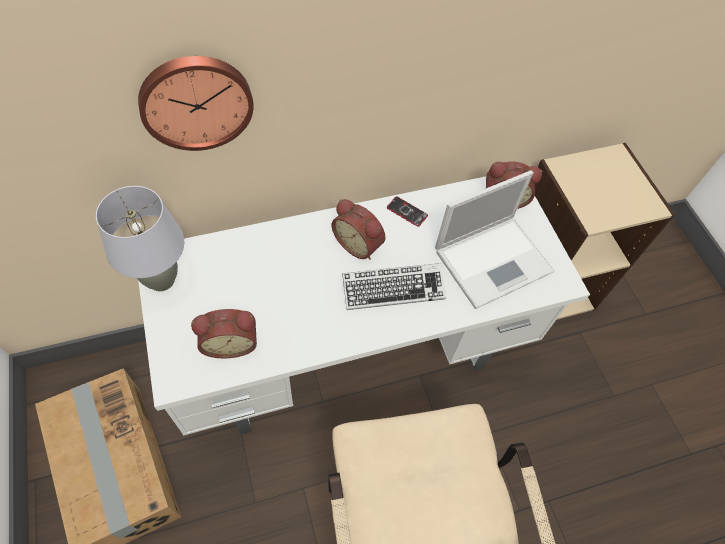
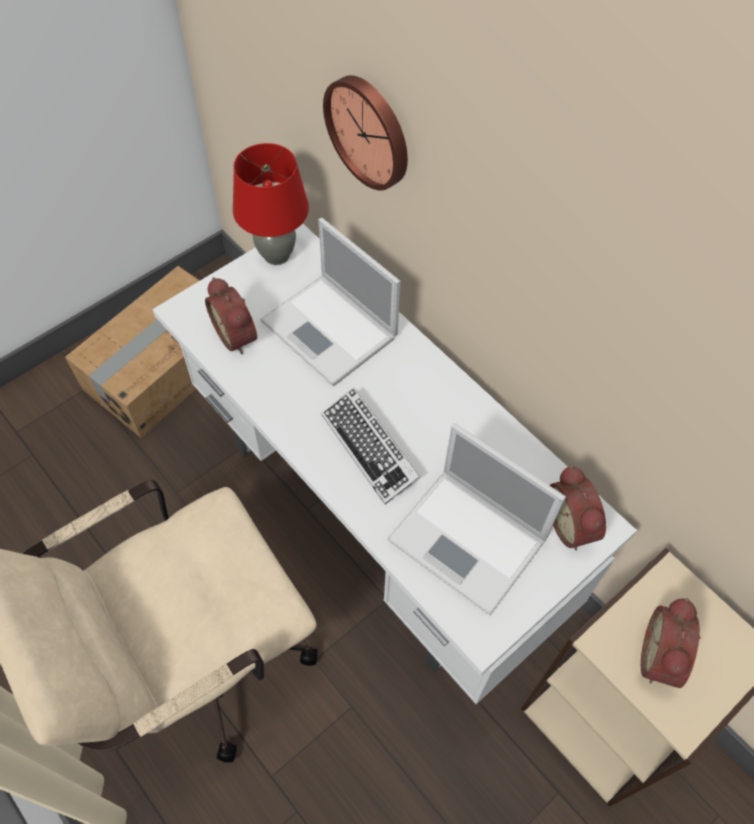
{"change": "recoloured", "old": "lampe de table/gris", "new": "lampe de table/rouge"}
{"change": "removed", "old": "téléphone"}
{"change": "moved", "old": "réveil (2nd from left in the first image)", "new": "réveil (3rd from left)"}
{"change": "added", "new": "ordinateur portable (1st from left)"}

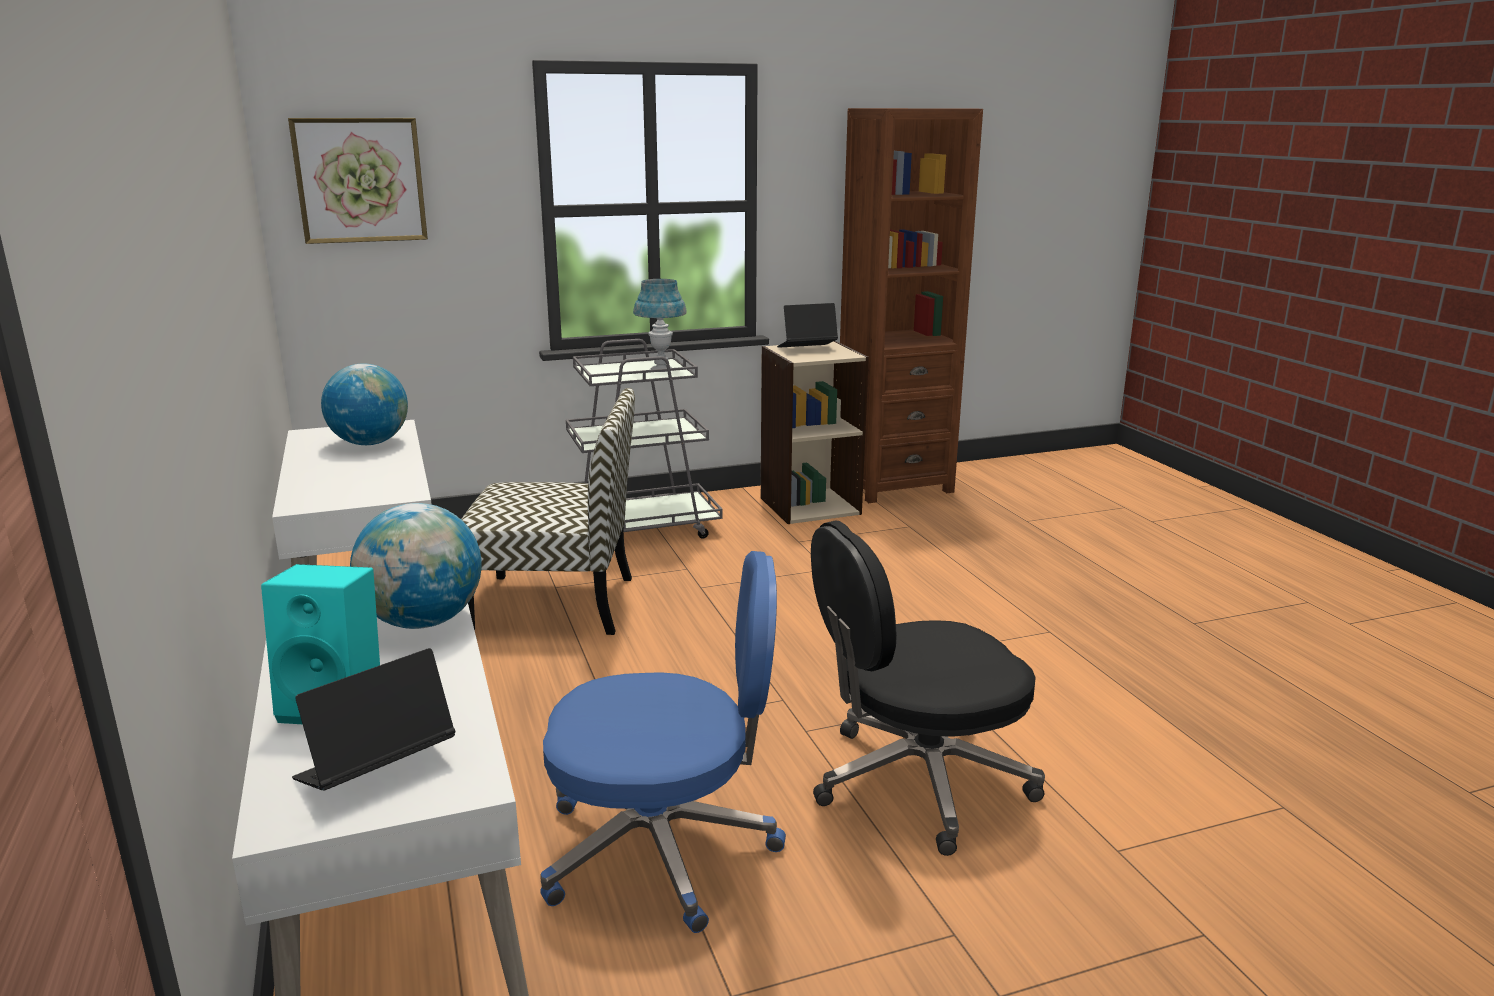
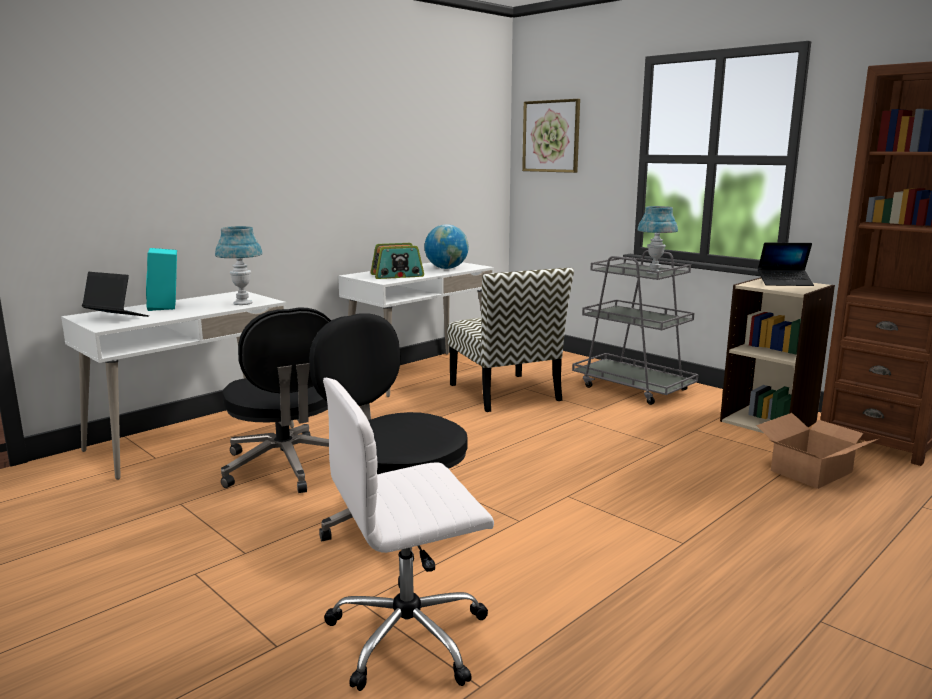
{"change": "turned", "old": "ordinateur portable (2nd from left)", "degrees": 135}
{"change": "replaced", "old": "globe (2nd from left)", "new": "lampe de table/bleu (1st from left)"}
{"change": "recoloured", "old": "chaise de bureau/bleu", "new": "chaise de bureau/noir (1st from left)"}
{"change": "added", "new": "radio"}
{"change": "added", "new": "chaise de bureau/blanc"}
{"change": "added", "new": "carton"}

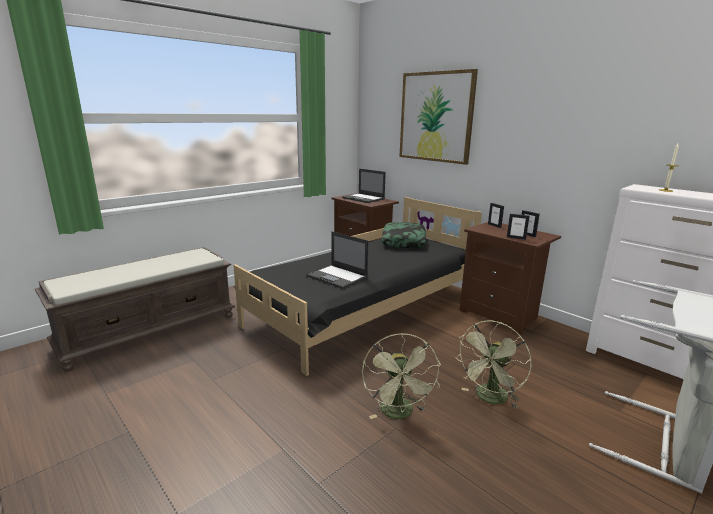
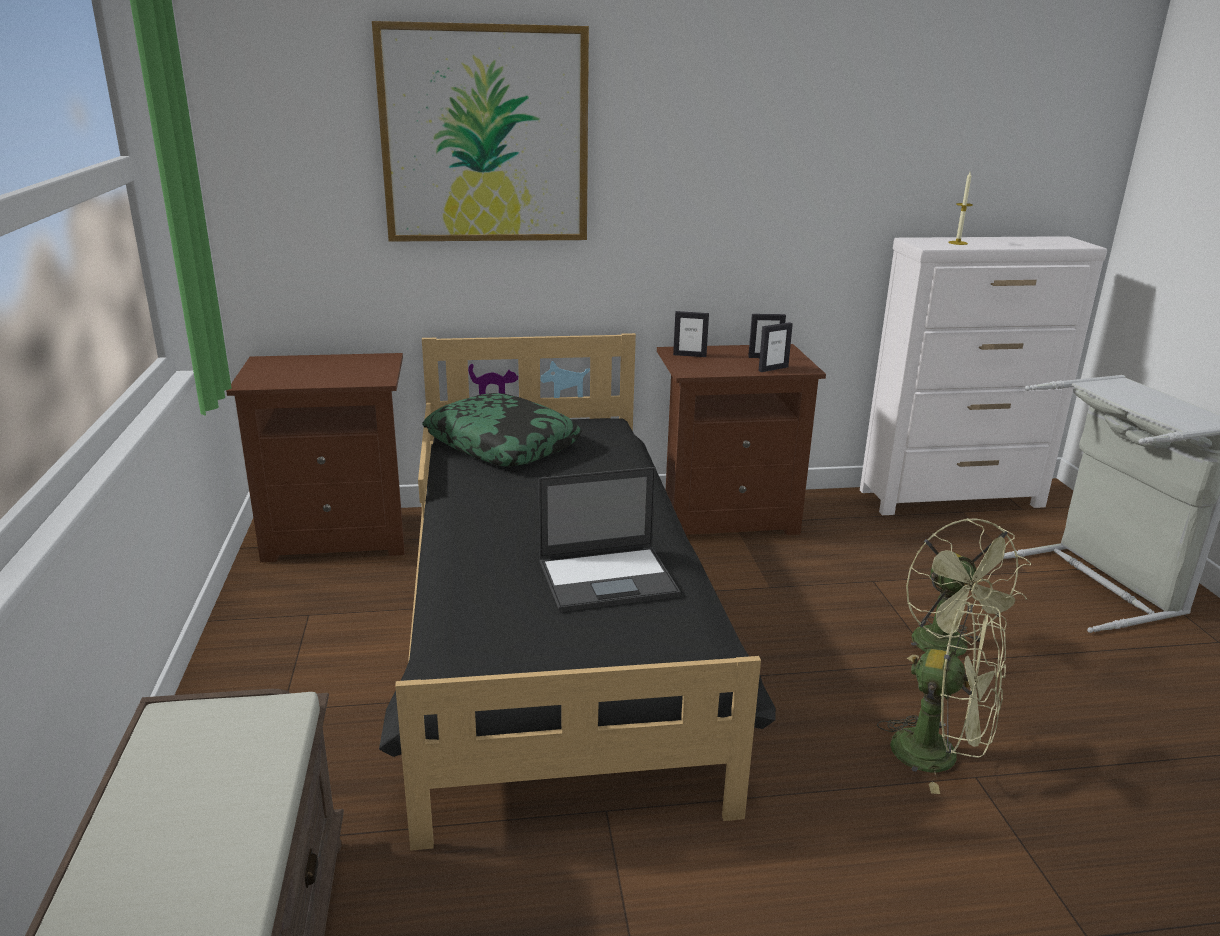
{"change": "removed", "old": "ordinateur portable (2nd from left)"}

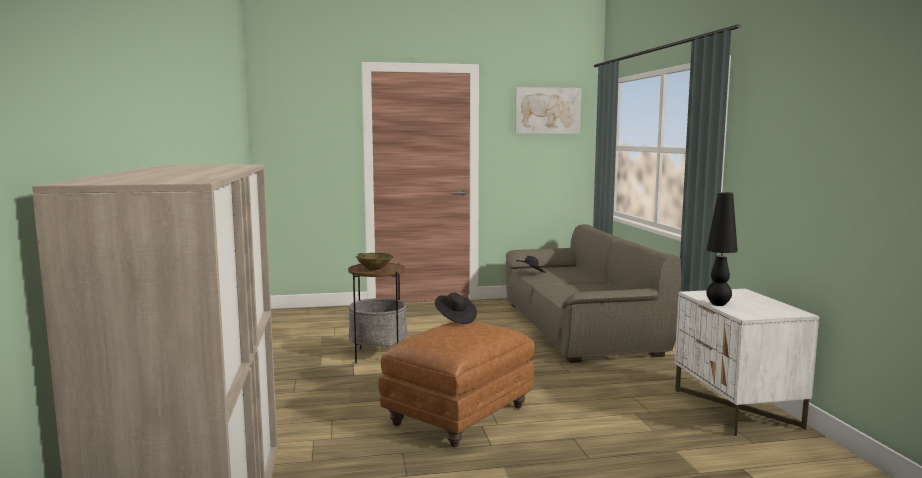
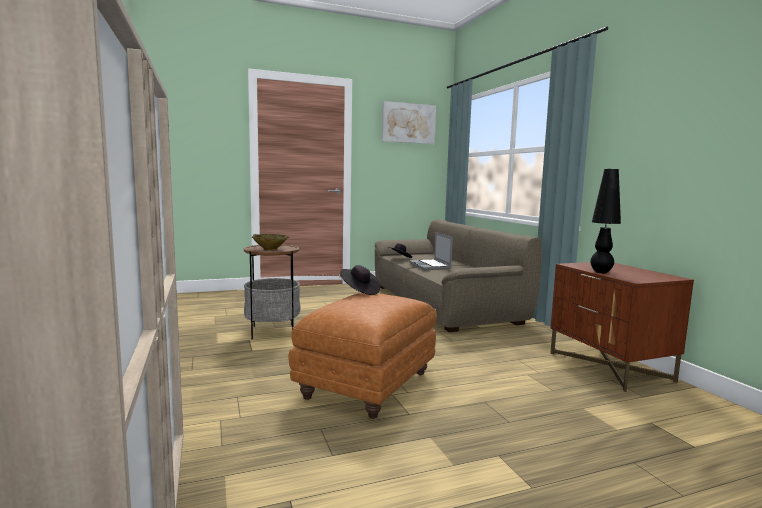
{"change": "recoloured", "old": "table de chevet/blanc", "new": "table de chevet/marron"}
{"change": "added", "new": "ordinateur portable"}

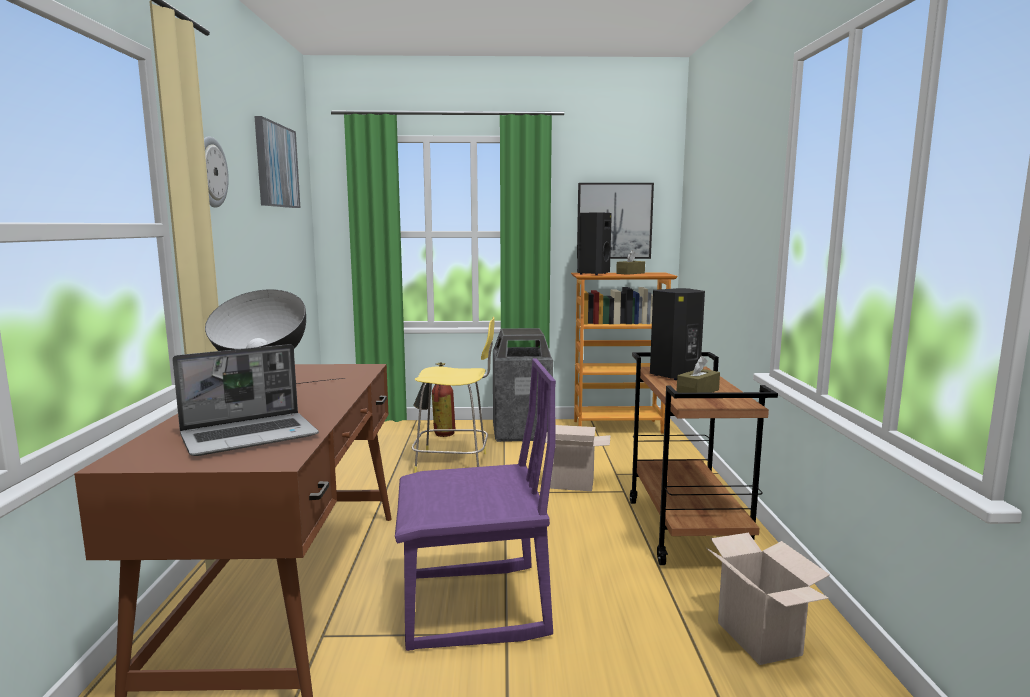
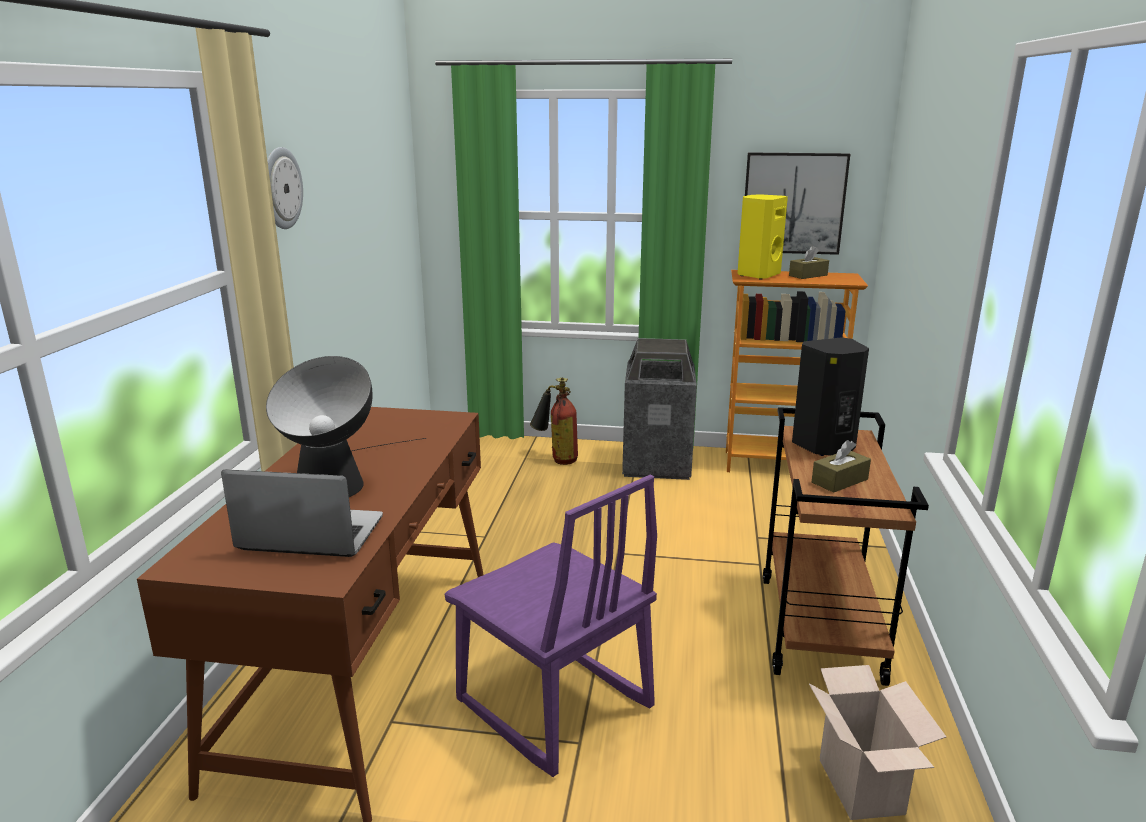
{"change": "removed", "old": "tableau (1st from left)"}
{"change": "recoloured", "old": "enceinte/noir (1st from left)", "new": "enceinte/jaune"}
{"change": "removed", "old": "tabouret/jaune"}
{"change": "turned", "old": "ordinateur portable", "degrees": -150}
{"change": "turned", "old": "chaise/violet", "degrees": 45}
{"change": "removed", "old": "carton (1st from left)"}

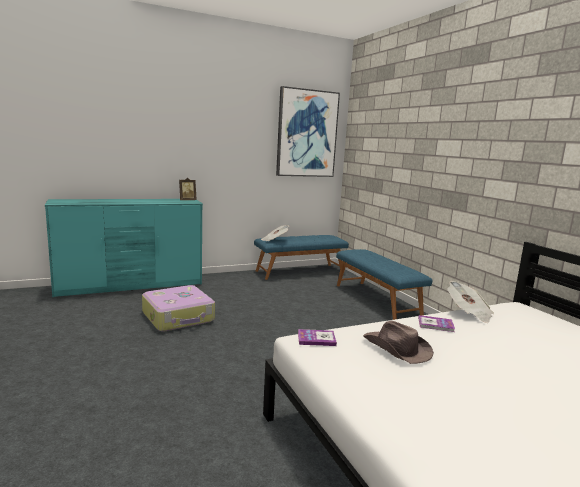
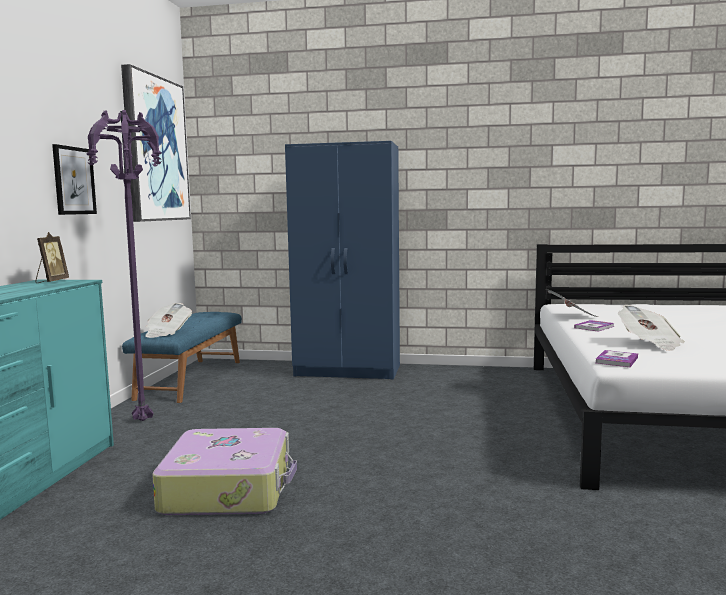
{"change": "replaced", "old": "banc/bleu (2nd from left)", "new": "armoire/bleu"}
{"change": "replaced", "old": "chapeau/marron", "new": "journal (3rd from left)"}
{"change": "added", "new": "lampadaire/violet"}
{"change": "added", "new": "tableau (1st from left)"}

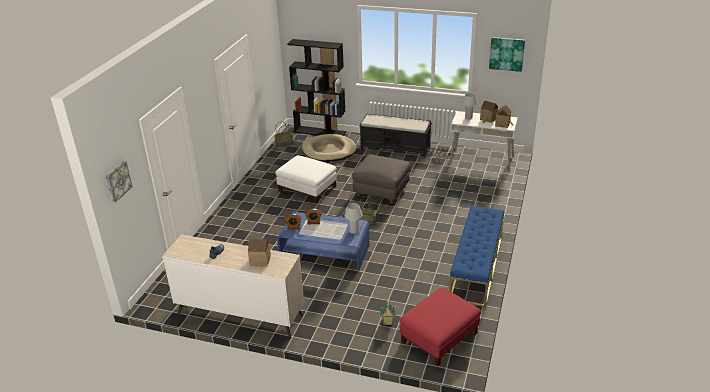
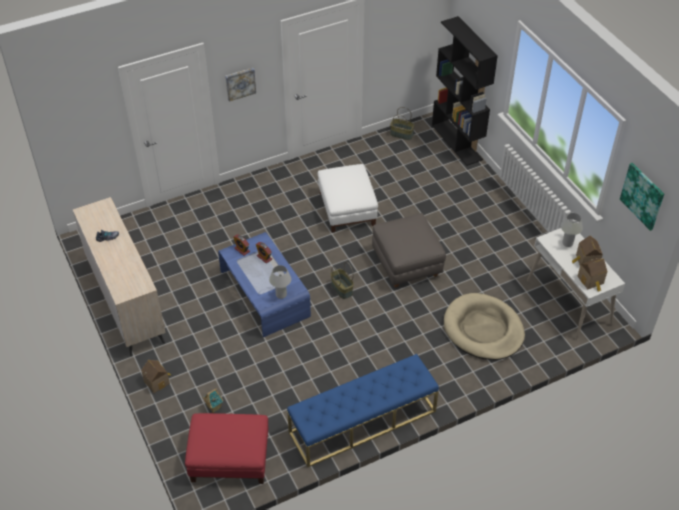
{"change": "removed", "old": "banc/noir"}
{"change": "moved", "old": "panier pour chien/beige"}
{"change": "moved", "old": "tableau (1st from left)"}
{"change": "moved", "old": "maison miniature (1st from left)"}

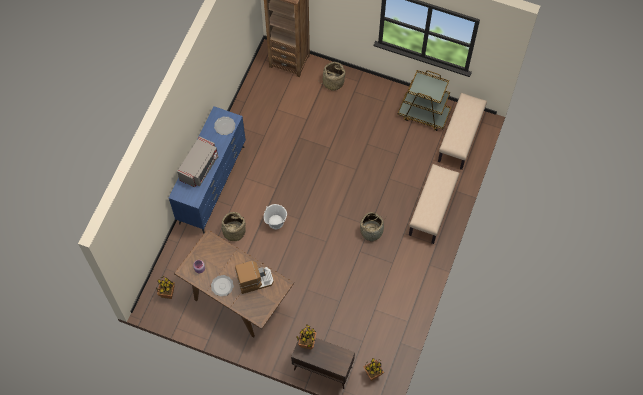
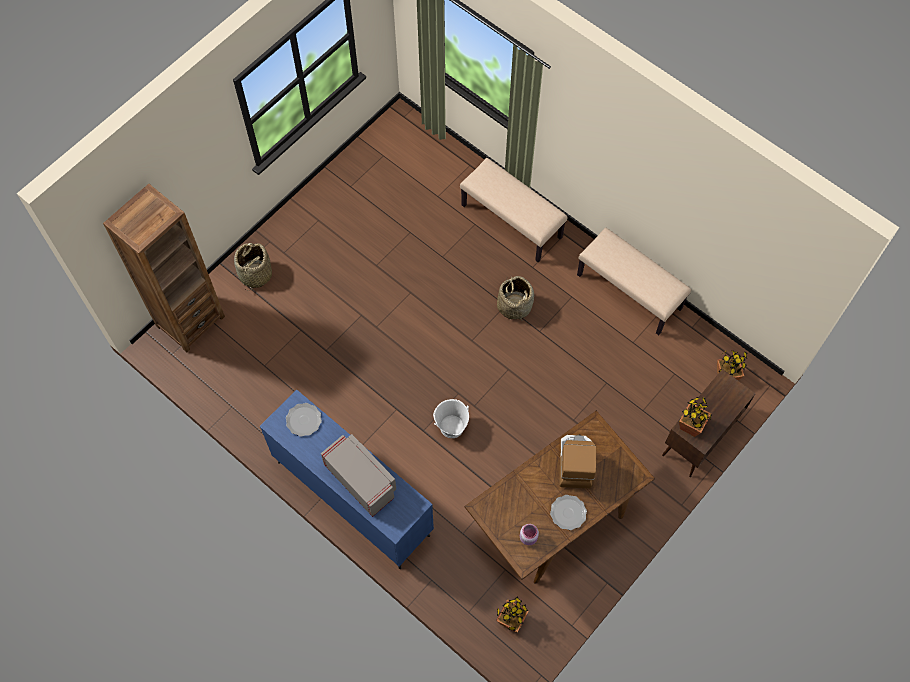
{"change": "removed", "old": "chariot/marron"}
{"change": "moved", "old": "banc/beige (2nd from left)"}
{"change": "removed", "old": "panier (1st from left)"}

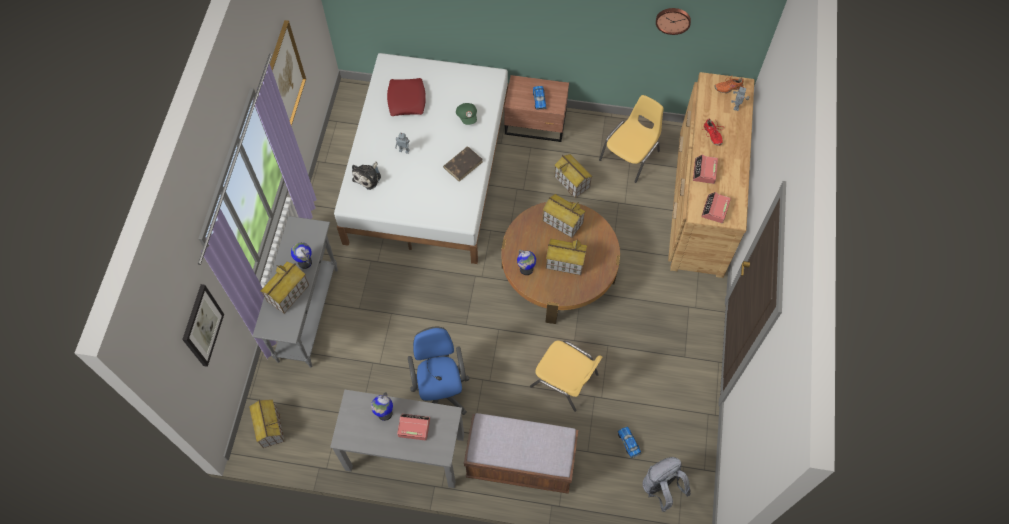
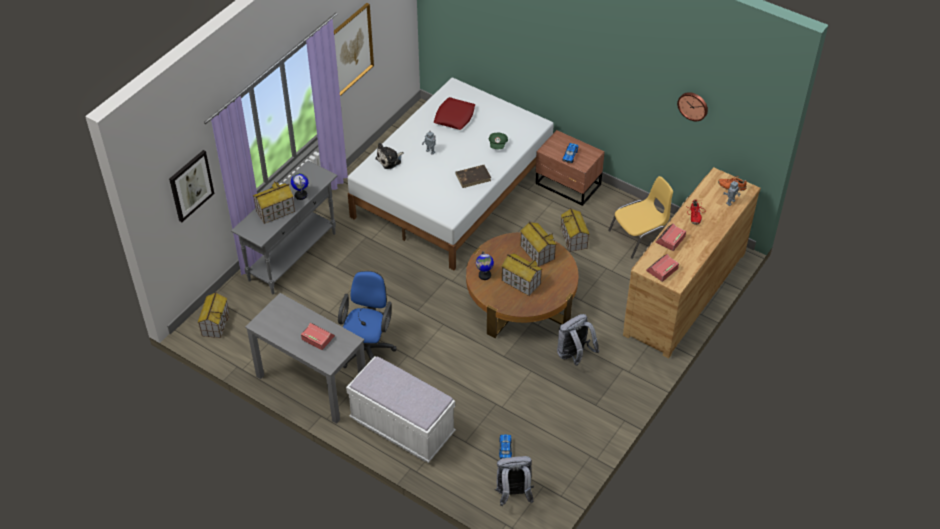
{"change": "removed", "old": "chaise/jaune (1st from left)"}
{"change": "removed", "old": "globe (2nd from left)"}
{"change": "recoloured", "old": "banc/marron", "new": "banc/blanc"}
{"change": "added", "new": "sac à dos/gris (2nd from left)"}

